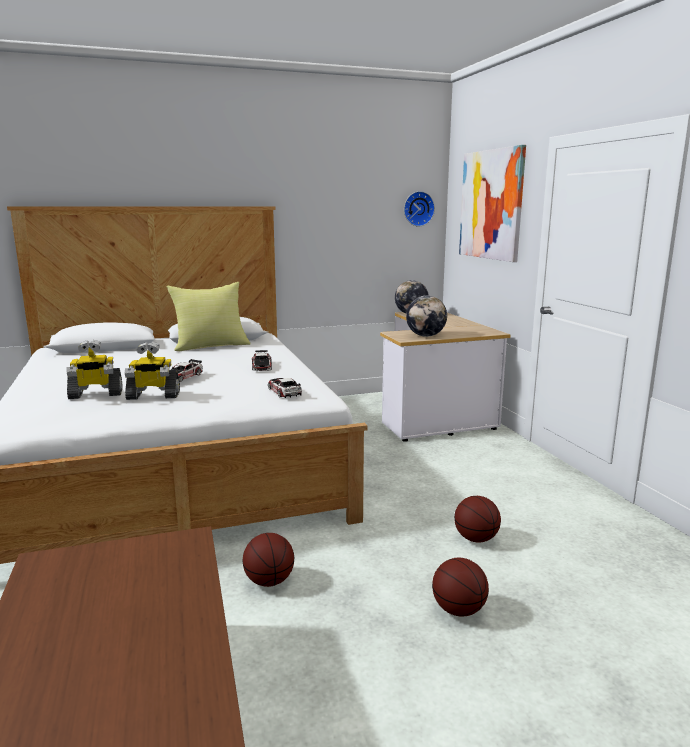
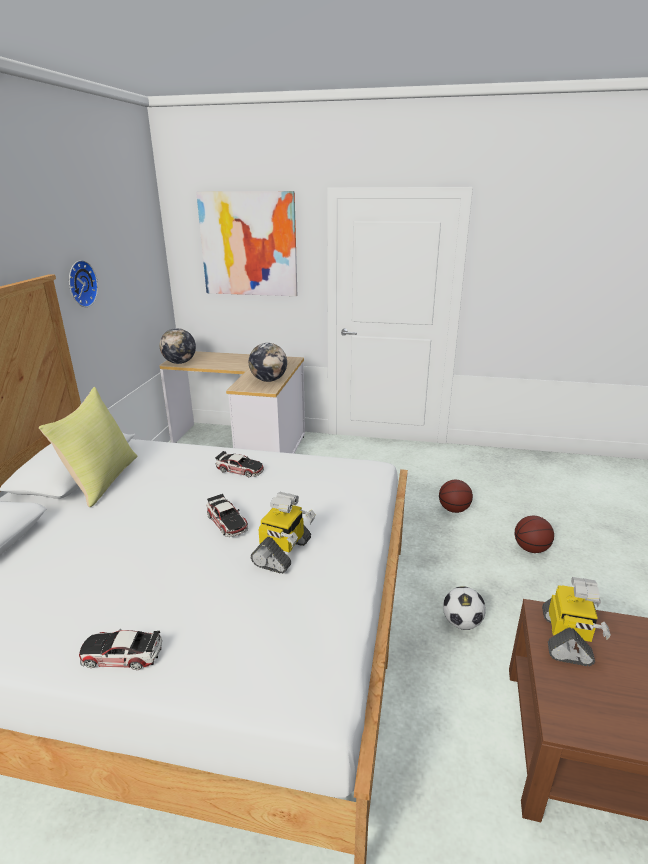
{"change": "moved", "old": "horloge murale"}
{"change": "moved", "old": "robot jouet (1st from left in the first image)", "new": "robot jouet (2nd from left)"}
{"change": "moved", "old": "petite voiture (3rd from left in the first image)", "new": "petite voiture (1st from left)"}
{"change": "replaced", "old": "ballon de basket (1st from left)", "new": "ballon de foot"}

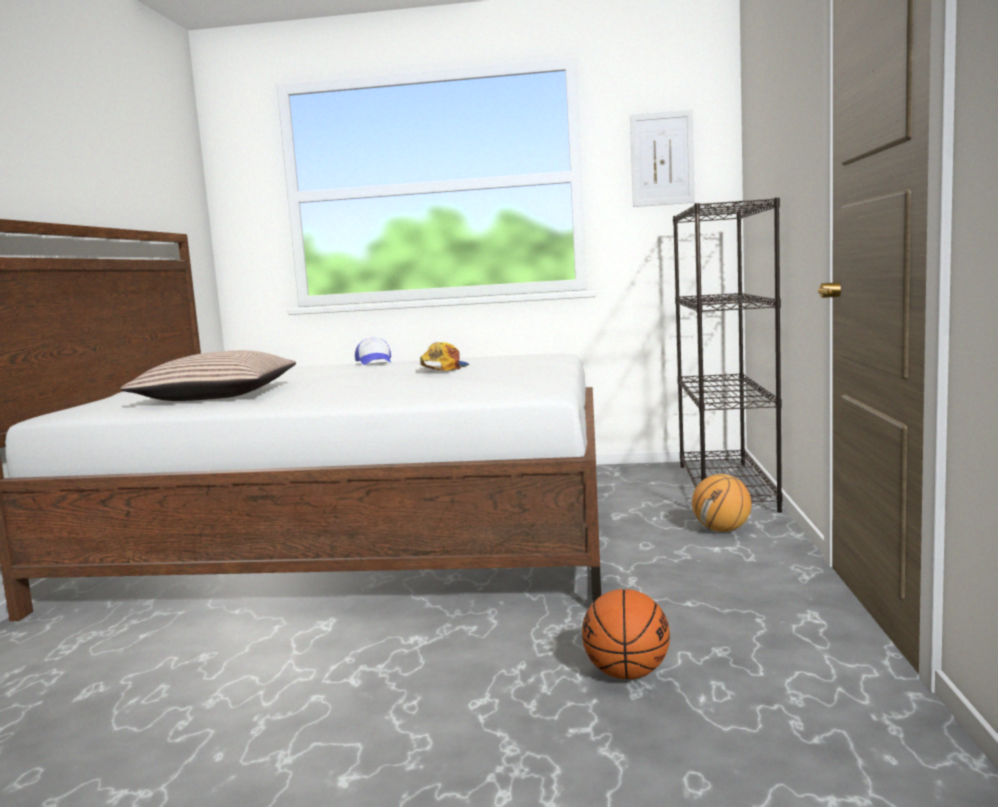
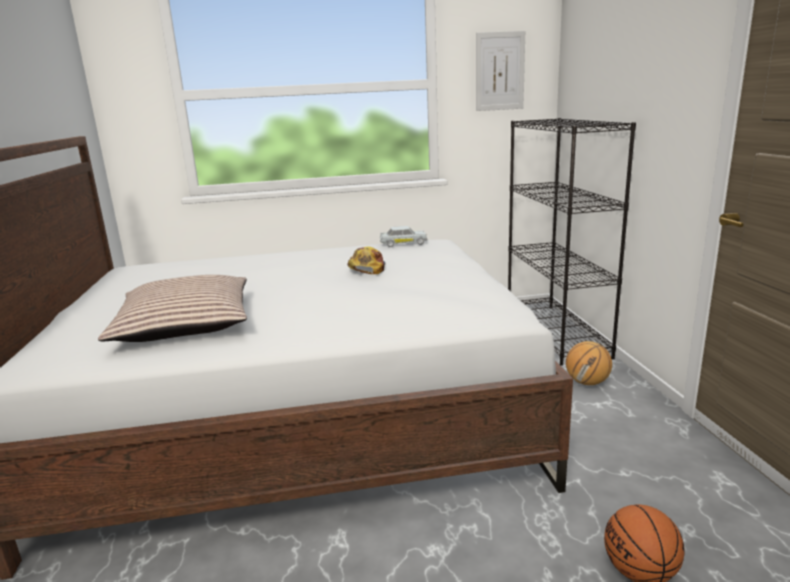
{"change": "removed", "old": "casquette (1st from left)"}
{"change": "added", "new": "petite voiture/blanc"}

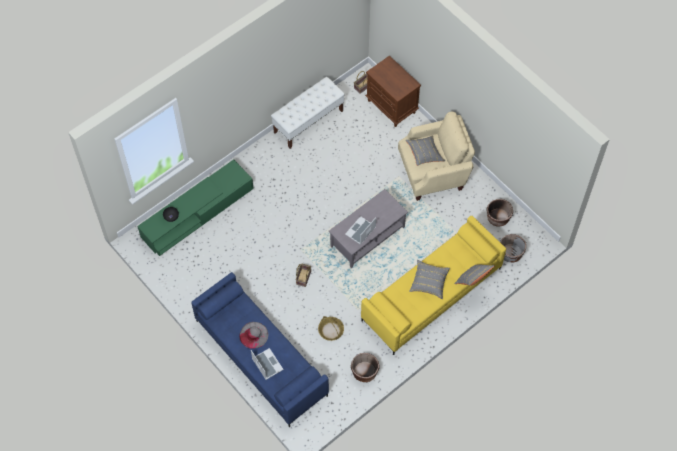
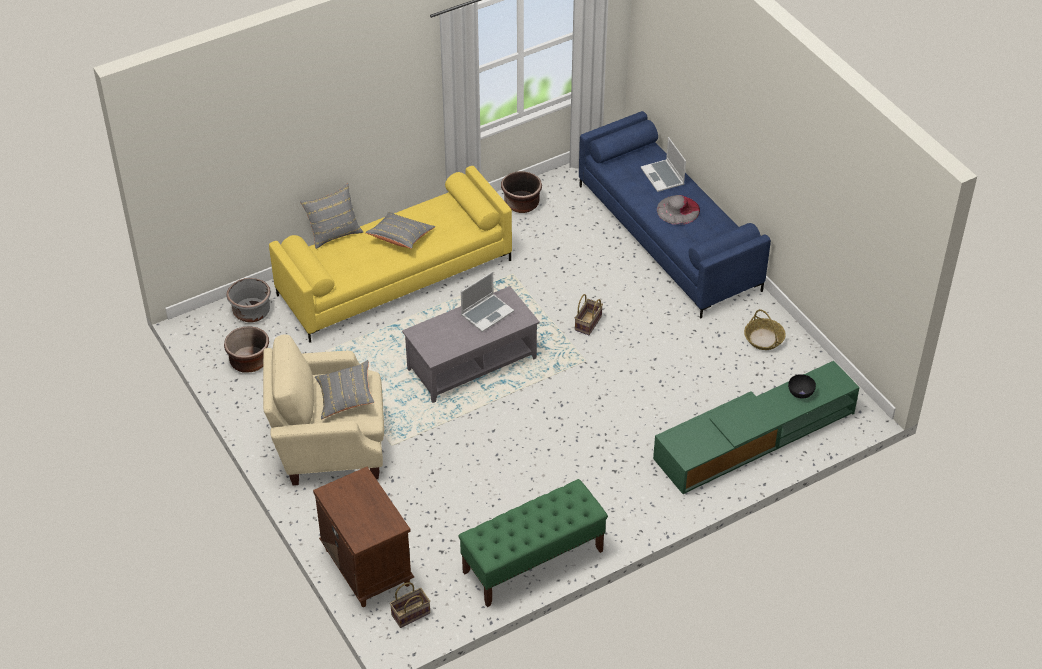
{"change": "recoloured", "old": "banc/blanc", "new": "banc/vert"}
{"change": "moved", "old": "panier (2nd from left in the first image)", "new": "panier (3rd from left)"}

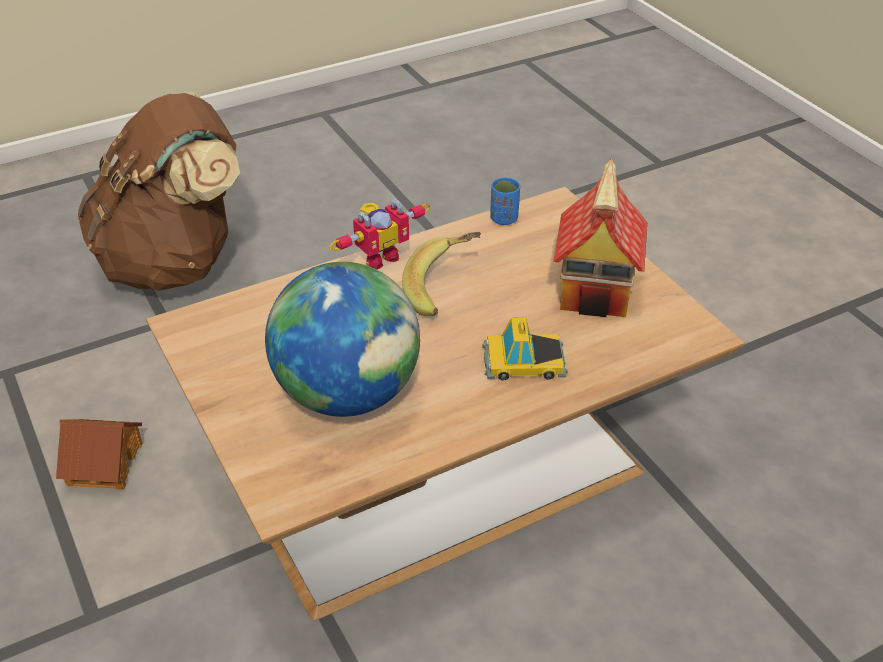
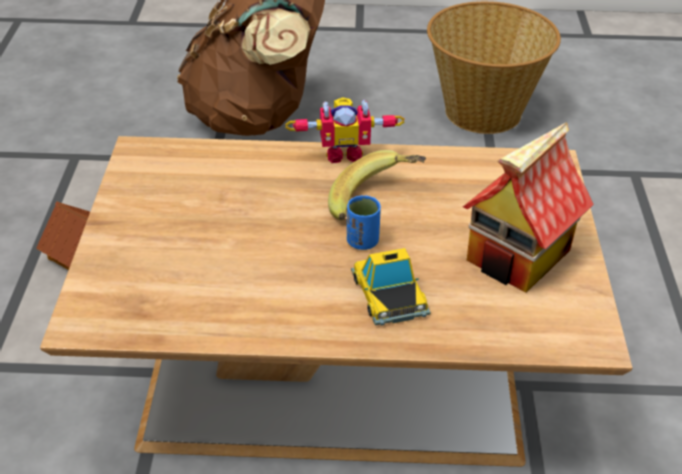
{"change": "moved", "old": "tasse/bleu"}
{"change": "removed", "old": "globe"}
{"change": "turned", "old": "petite voiture", "degrees": 45}
{"change": "added", "new": "panier"}

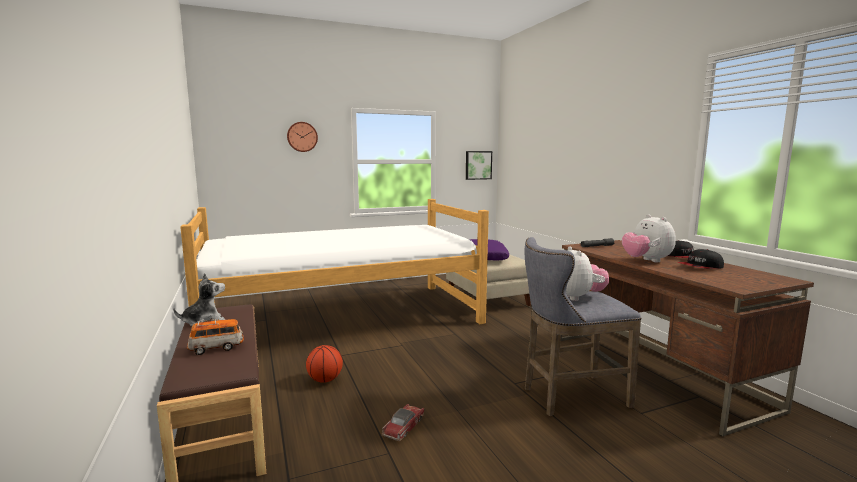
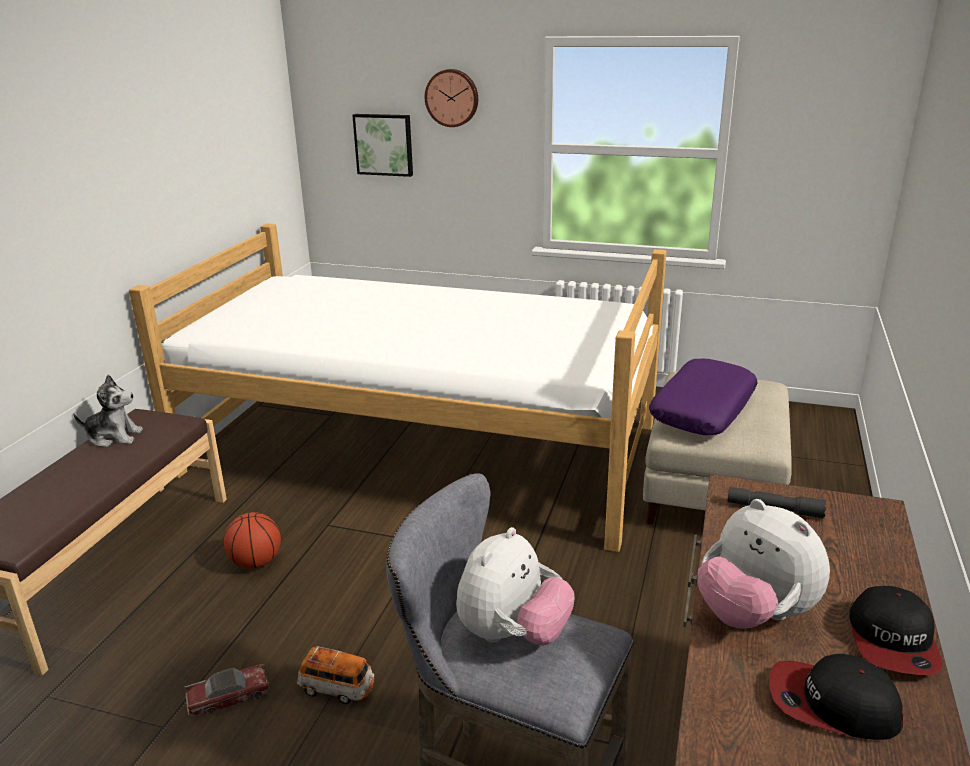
{"change": "moved", "old": "tableau"}
{"change": "turned", "old": "peluche (3rd from left)", "degrees": -60}
{"change": "moved", "old": "petite voiture (1st from left in the first image)", "new": "petite voiture (2nd from left)"}

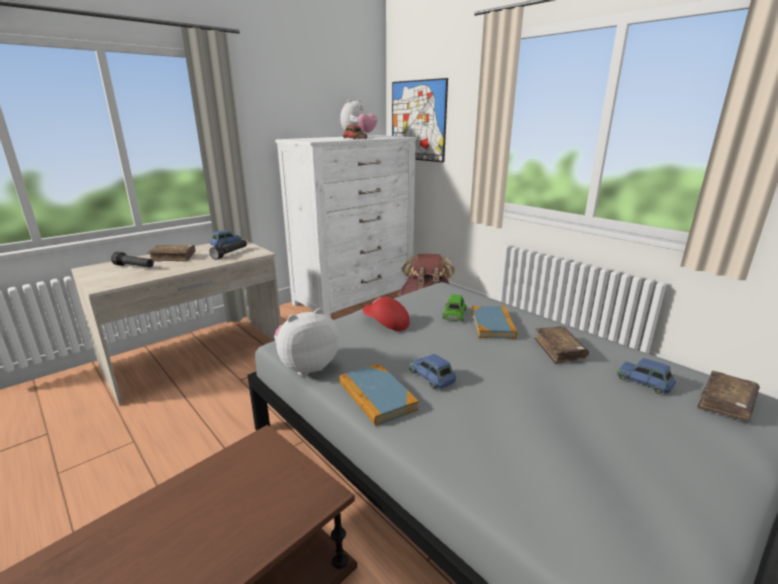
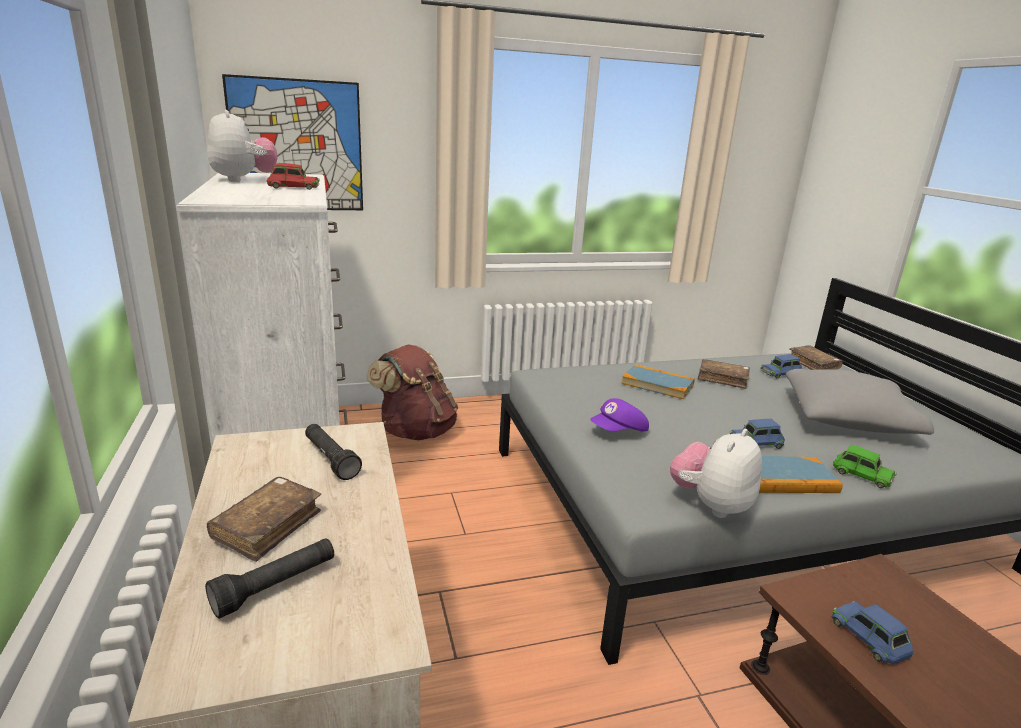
{"change": "moved", "old": "petite voiture/bleu (1st from left in the first image)", "new": "petite voiture/bleu (3rd from left)"}
{"change": "moved", "old": "petite voiture/vert"}
{"change": "recoloured", "old": "casquette/rouge", "new": "casquette/violet"}
{"change": "turned", "old": "peluche (1st from left in the first image)", "degrees": 45}
{"change": "added", "new": "coussin/gris"}

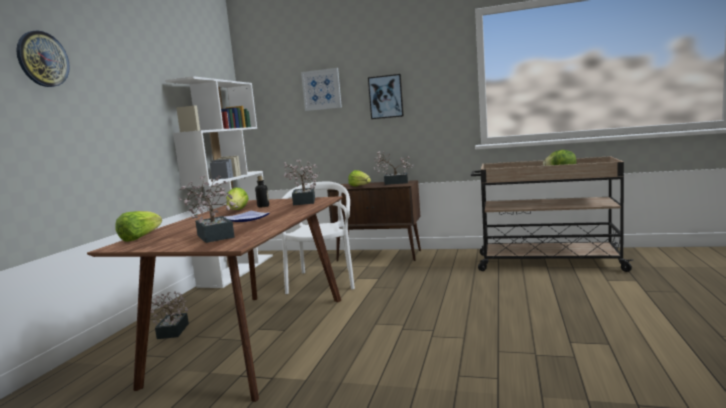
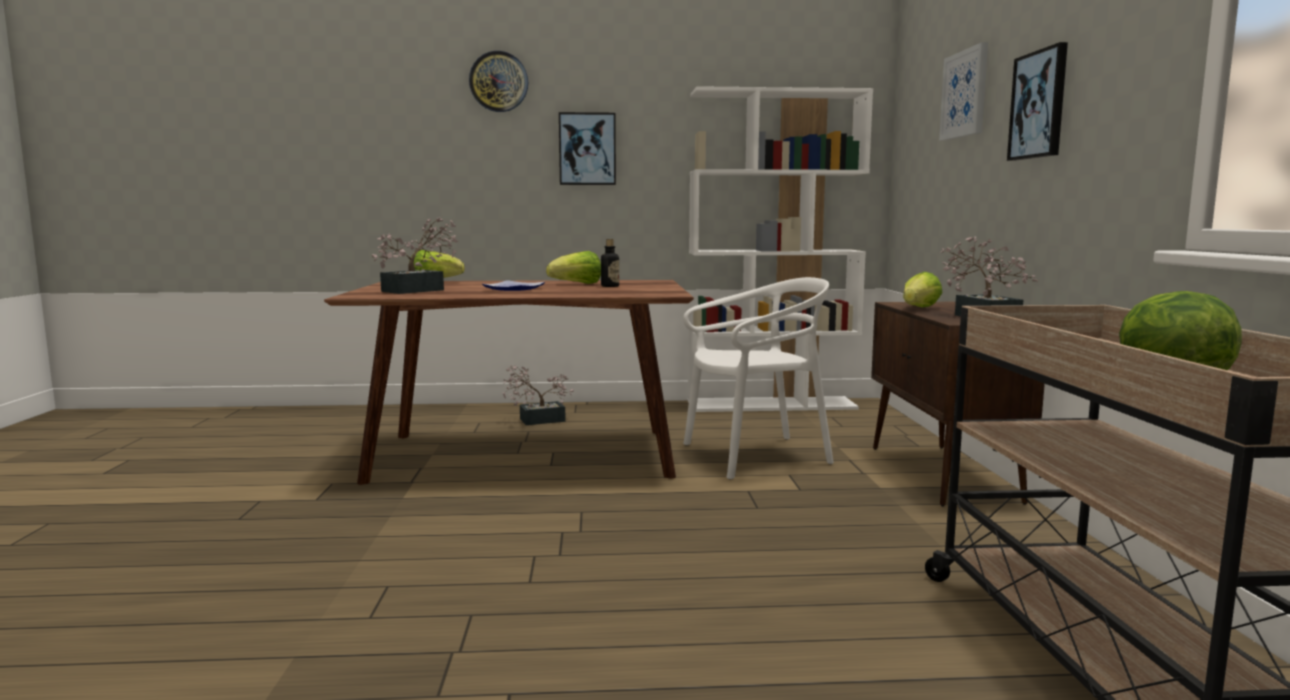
{"change": "removed", "old": "plante en pot (3rd from left)"}
{"change": "added", "new": "tableau (1st from left)"}

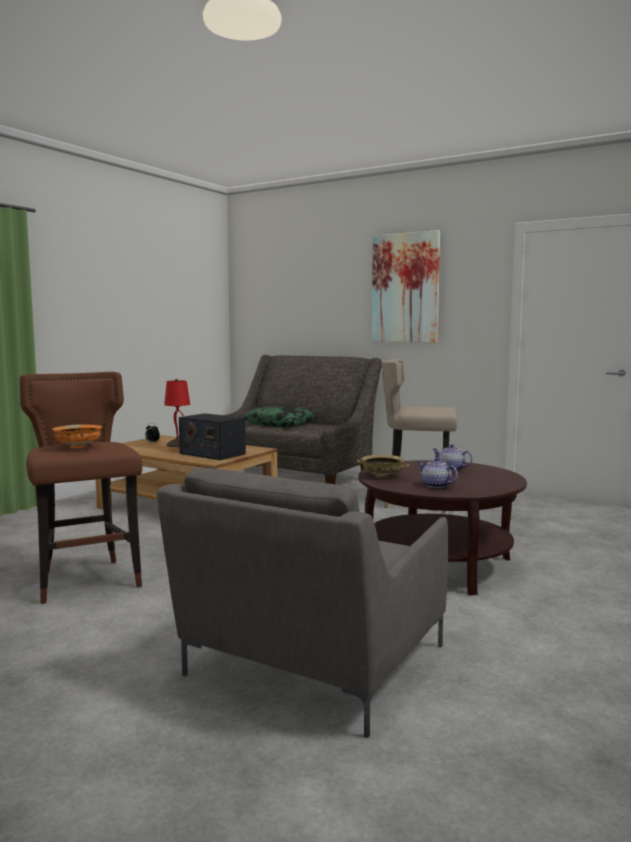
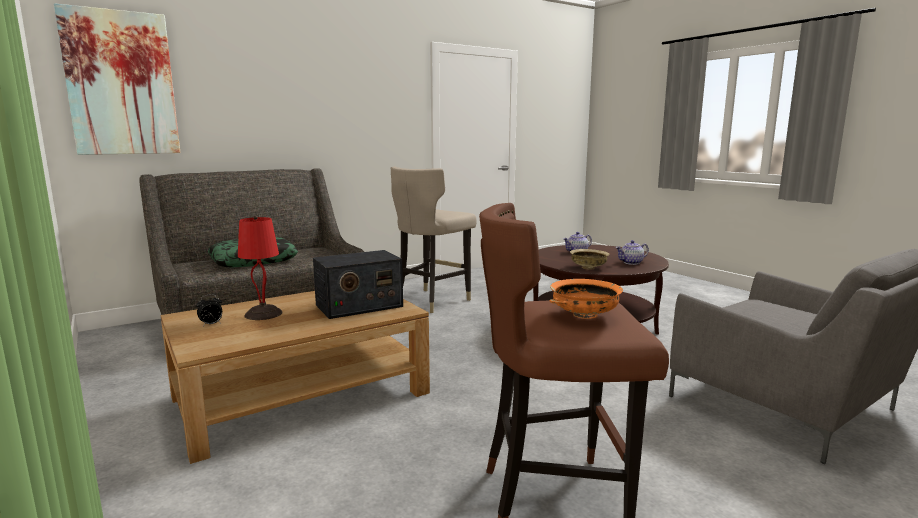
{"change": "moved", "old": "tableau"}

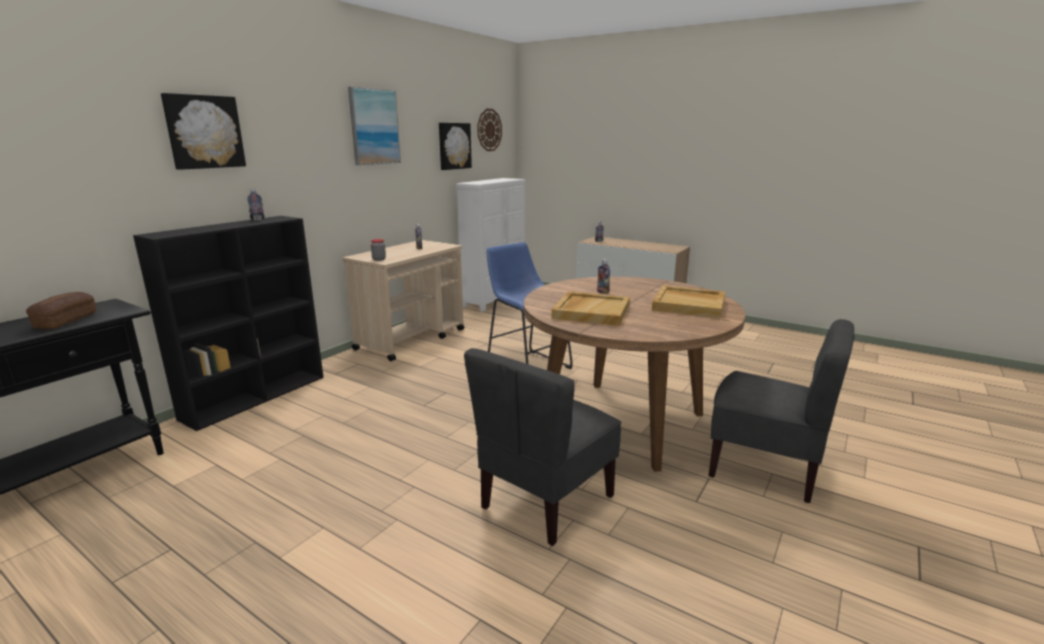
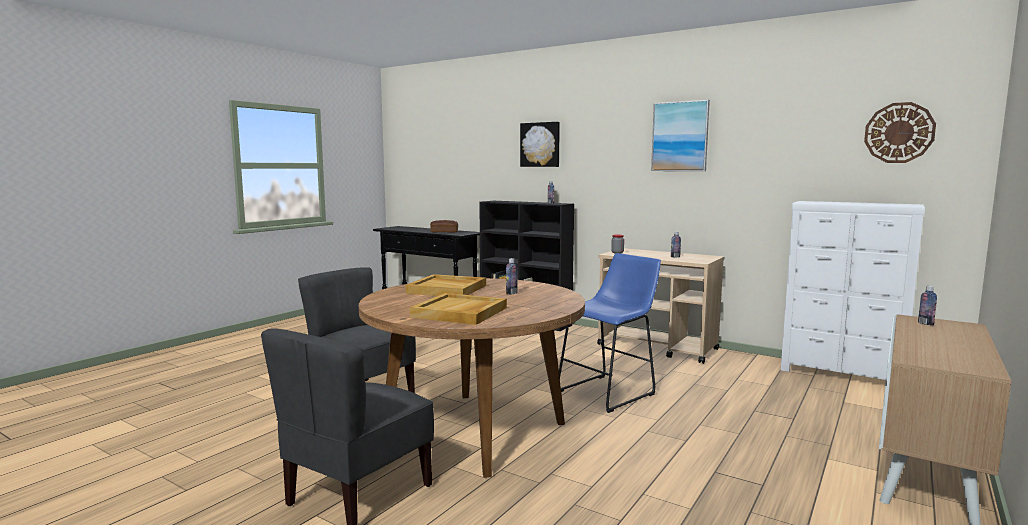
{"change": "removed", "old": "tableau (3rd from left)"}

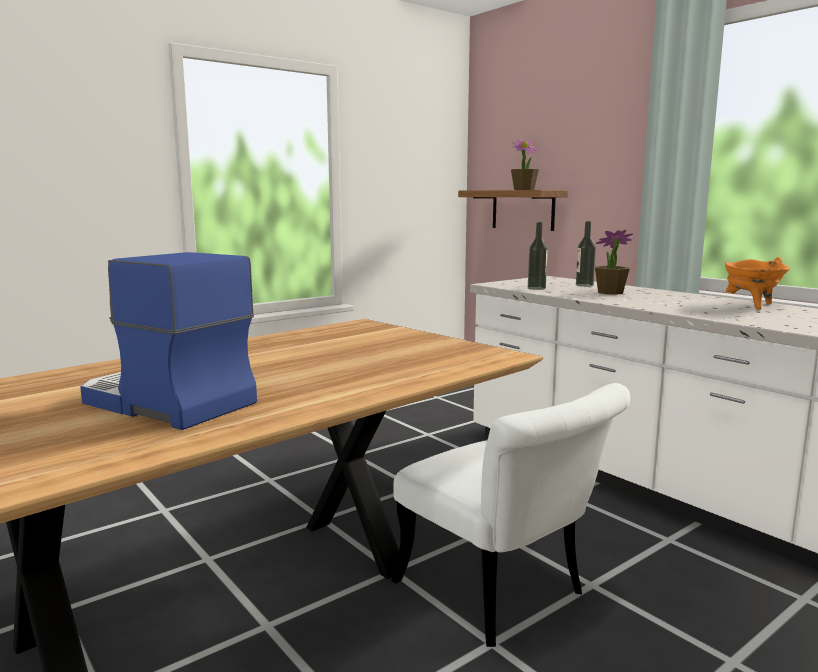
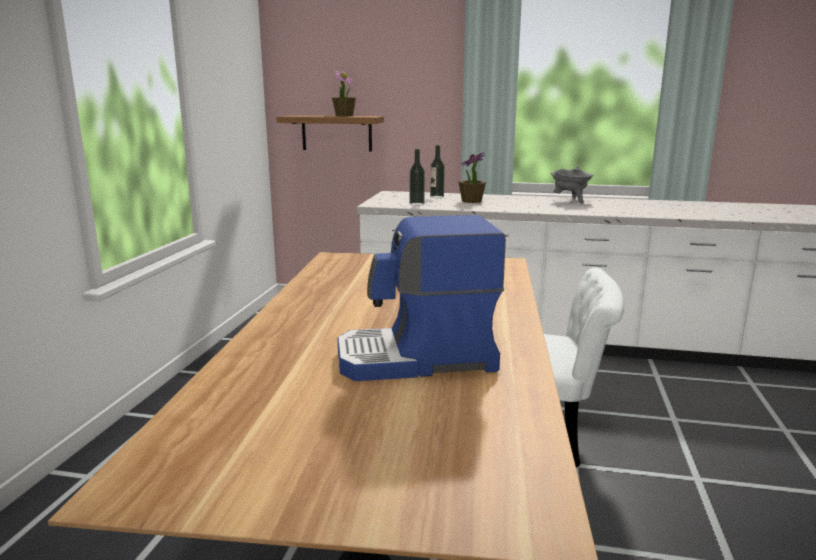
{"change": "recoloured", "old": "marmite/orange", "new": "marmite/gris"}

